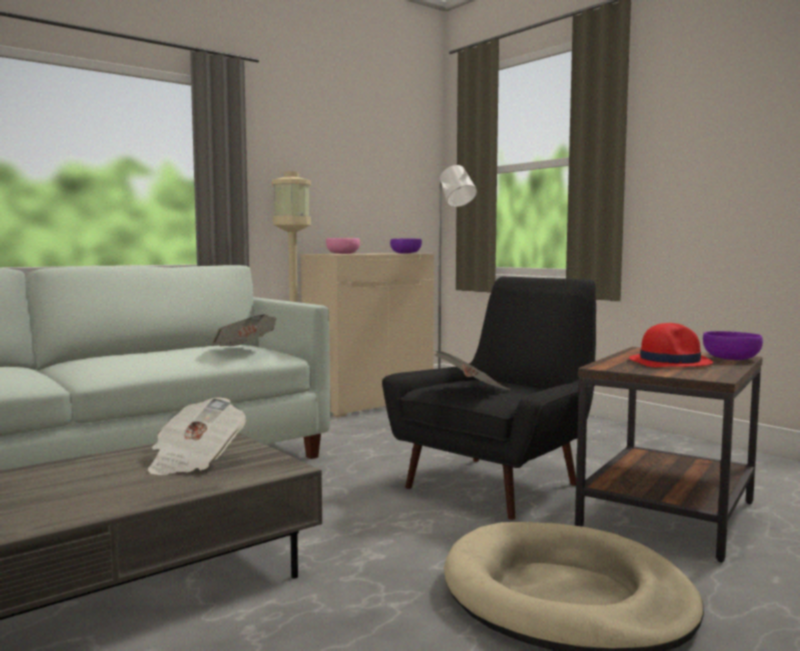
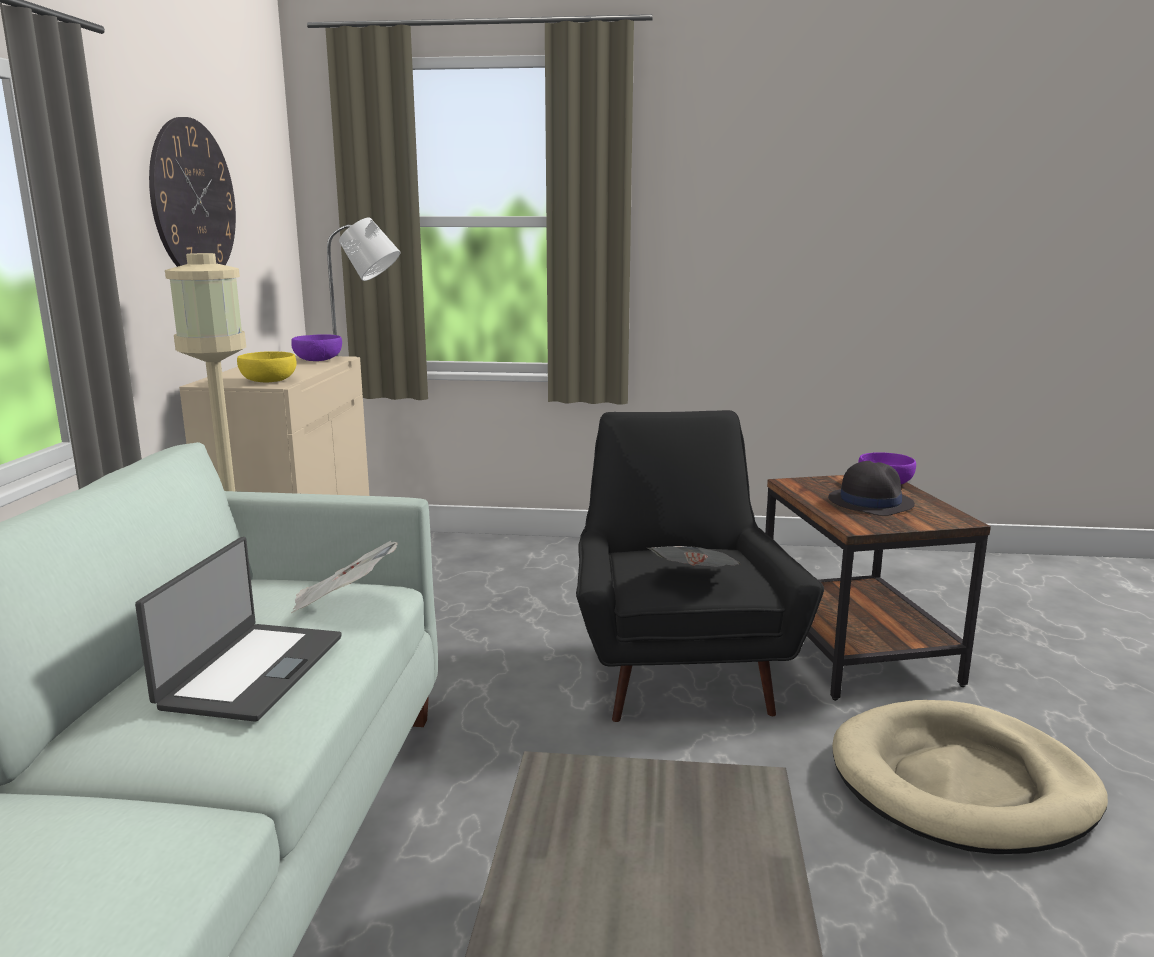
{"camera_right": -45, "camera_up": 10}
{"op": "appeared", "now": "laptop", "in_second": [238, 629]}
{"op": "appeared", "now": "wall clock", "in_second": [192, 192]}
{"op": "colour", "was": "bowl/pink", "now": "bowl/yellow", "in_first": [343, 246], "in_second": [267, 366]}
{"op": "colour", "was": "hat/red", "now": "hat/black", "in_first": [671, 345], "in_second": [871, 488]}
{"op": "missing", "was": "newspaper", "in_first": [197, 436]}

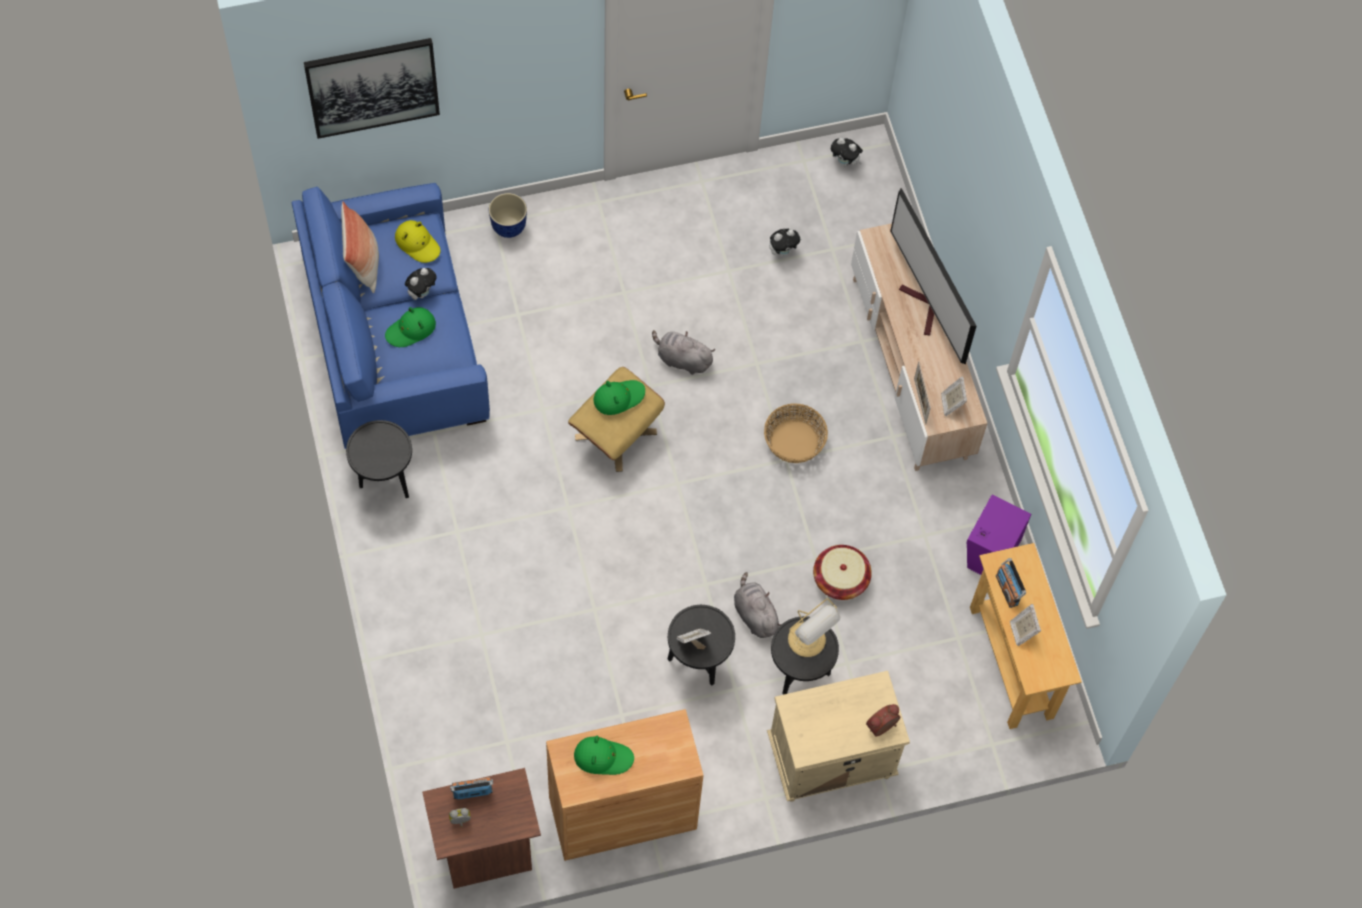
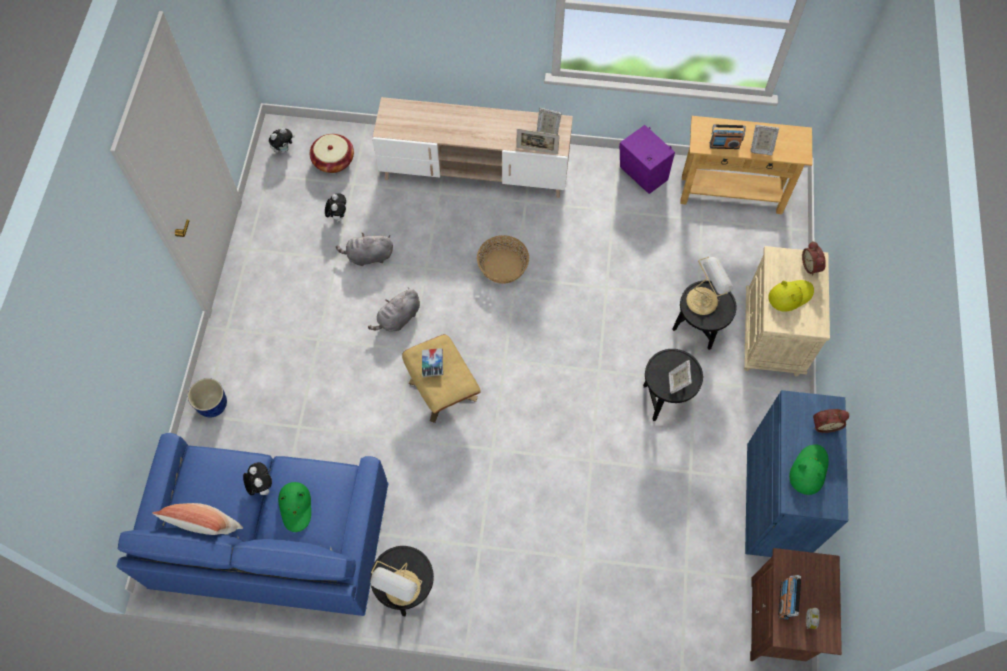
{"camera_right": -65, "camera_up": 0}
{"op": "relocated", "was": "basket", "in_first": [842, 572], "in_second": [332, 153]}
{"op": "relocated", "was": "plush toy/grey", "in_first": [758, 605], "in_second": [364, 249]}
{"op": "appeared", "now": "table lamp", "in_second": [396, 583]}
{"op": "exchanged", "was": "hat/green", "now": "book", "in_first": [619, 397], "in_second": [432, 362]}
{"op": "colour", "was": "cabinet/brown", "now": "cabinet/blue", "in_first": [625, 785], "in_second": [796, 473]}
{"op": "relocated", "was": "hat/yellow", "in_first": [417, 241], "in_second": [791, 296]}
{"op": "appeared", "now": "alarm clock", "in_second": [831, 421]}
{"op": "missing", "was": "picture", "in_first": [372, 88]}
{"op": "missing", "was": "television", "in_first": [933, 276]}

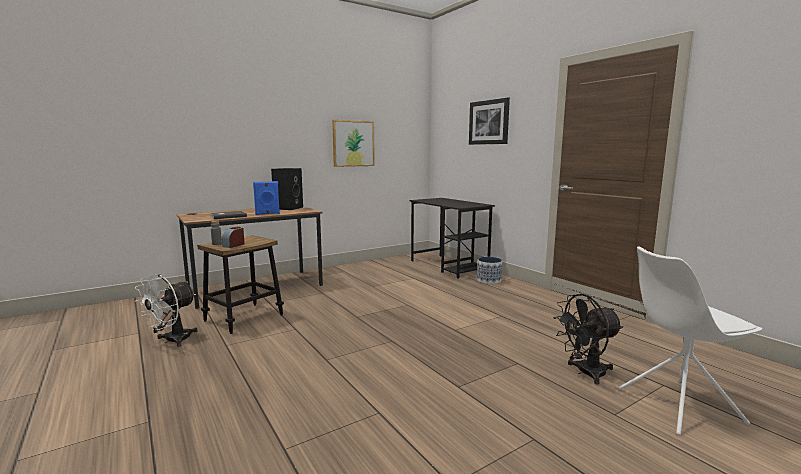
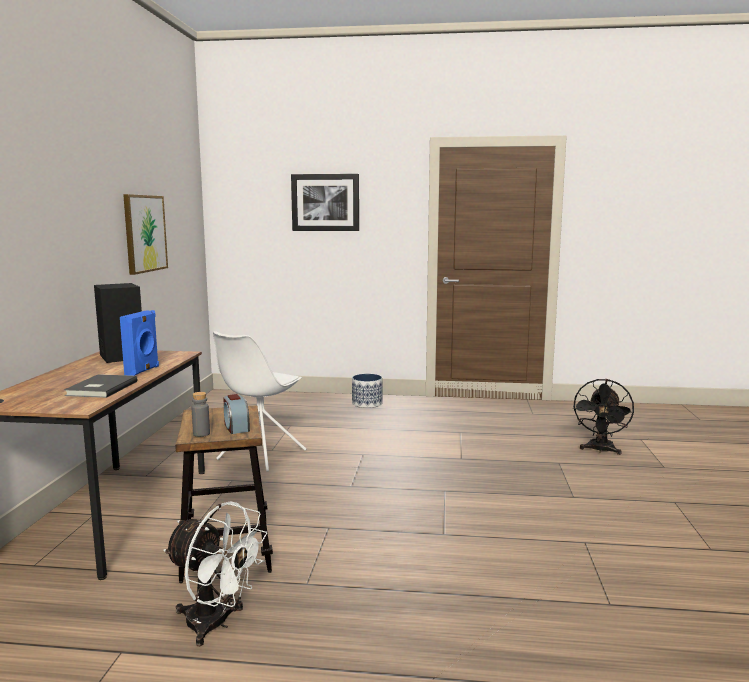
{"camera_right": -50, "camera_up": 0}
{"op": "spun", "was": "fan/white", "in_first": [166, 310], "in_second": [215, 573], "clockwise": -45}
{"op": "relocated", "was": "chair/white", "in_first": [690, 340], "in_second": [259, 401]}
{"op": "missing", "was": "desk/black", "in_first": [452, 238]}

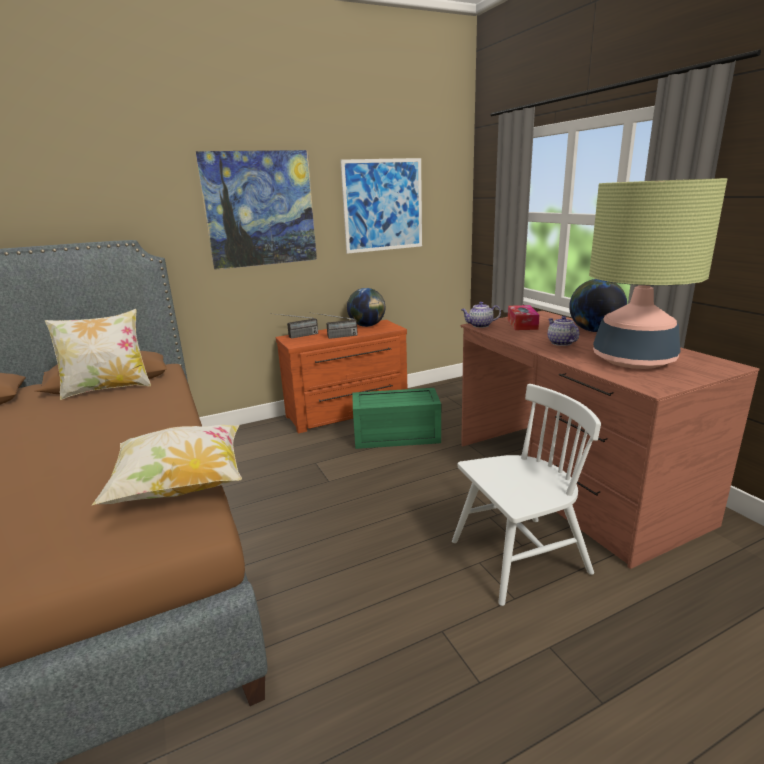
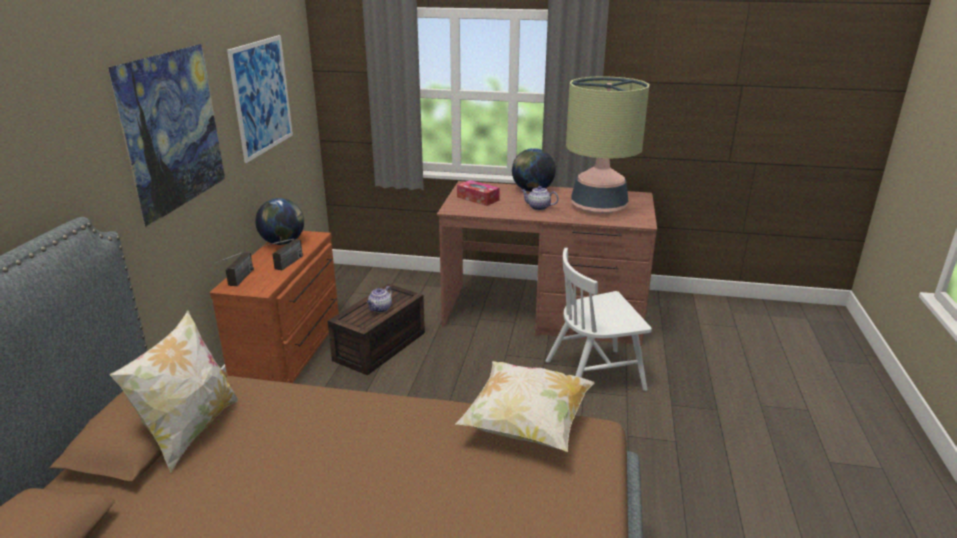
{"camera_right": -55, "camera_up": 5}
{"op": "colour", "was": "storage box/green", "now": "storage box/brown", "in_first": [396, 418], "in_second": [376, 329]}
{"op": "relocated", "was": "teapot", "in_first": [481, 315], "in_second": [379, 299]}
{"op": "spun", "was": "chair/white", "in_first": [526, 495], "in_second": [599, 319], "clockwise": -120}

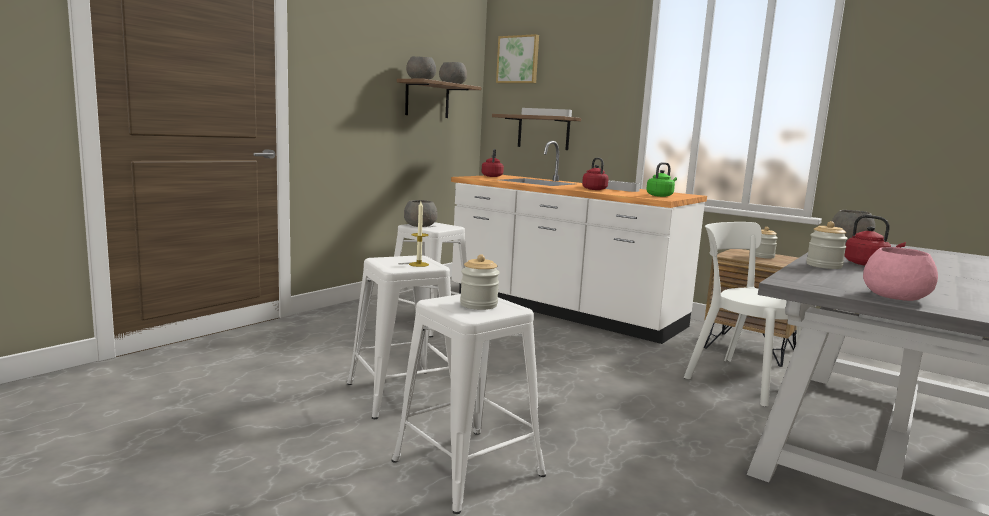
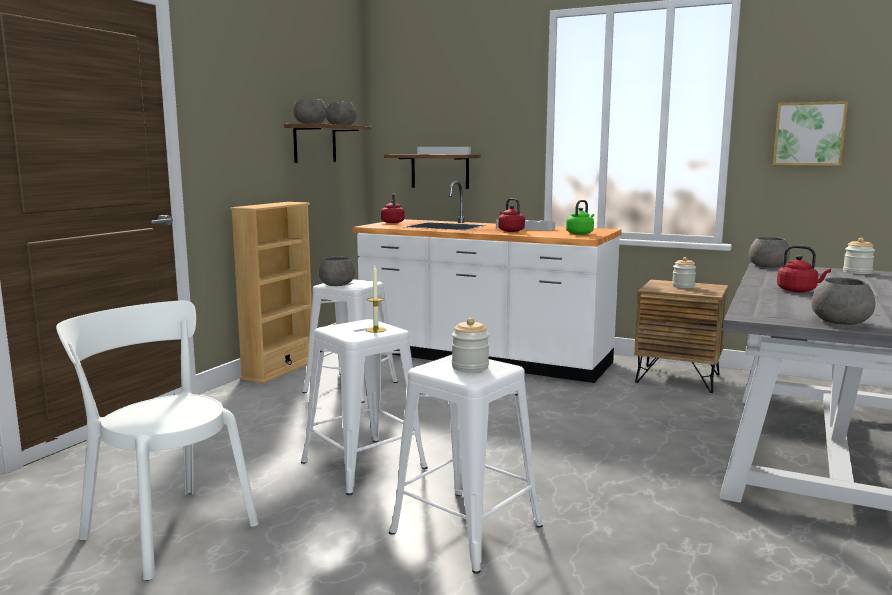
{"camera_right": -10, "camera_up": 0}
{"op": "relocated", "was": "chair/white", "in_first": [743, 314], "in_second": [157, 440]}
{"op": "appeared", "now": "bookcase/beige", "in_second": [271, 293]}
{"op": "relocated", "was": "picture", "in_first": [517, 58], "in_second": [810, 133]}
{"op": "colour", "was": "bowl/pink", "now": "bowl/grey", "in_first": [900, 274], "in_second": [843, 301]}
{"op": "relocated", "was": "jar", "in_first": [827, 245], "in_second": [859, 256]}

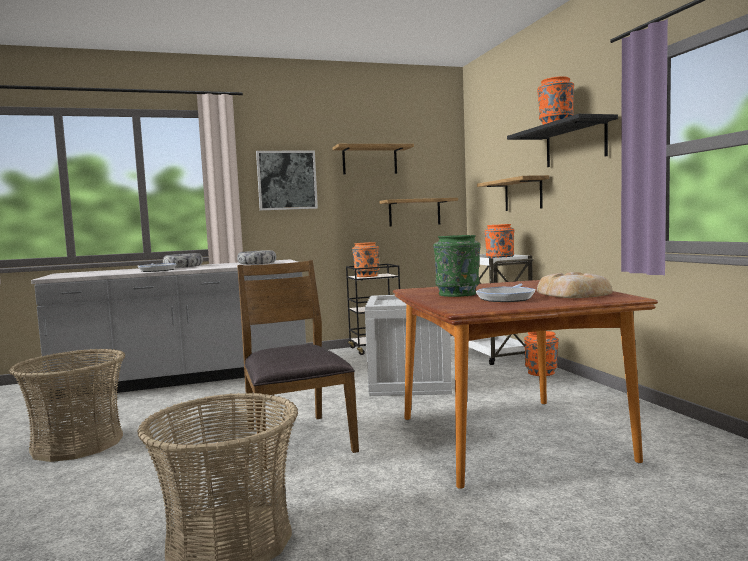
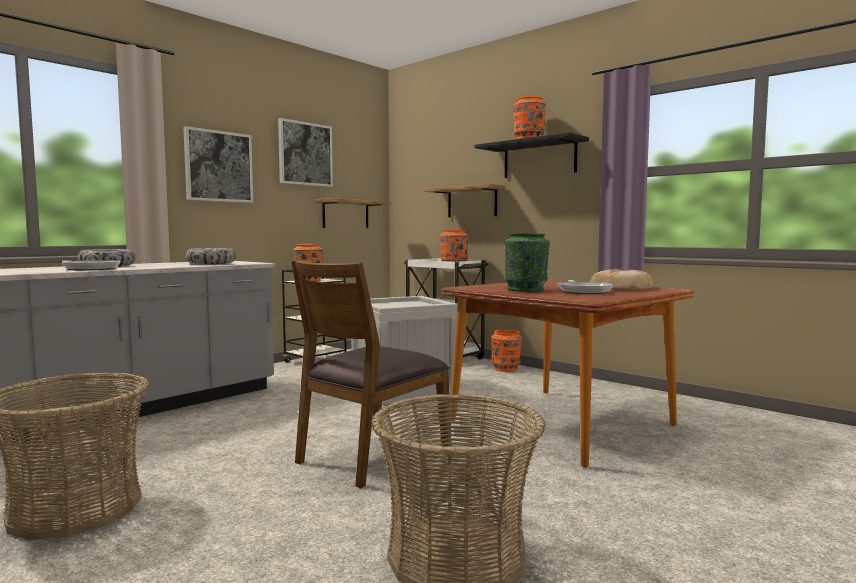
{"camera_right": -30, "camera_up": 0}
{"op": "exchanged", "was": "shelf", "now": "picture", "in_first": [373, 159], "in_second": [305, 152]}
{"op": "spun", "was": "chair/brown", "in_first": [298, 365], "in_second": [370, 373], "clockwise": -90}

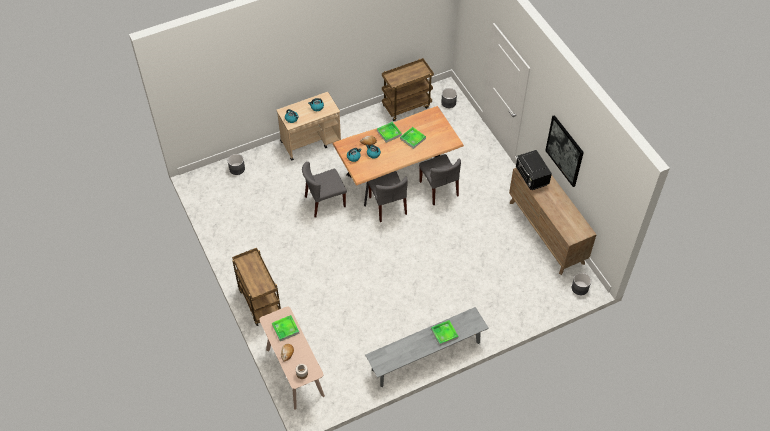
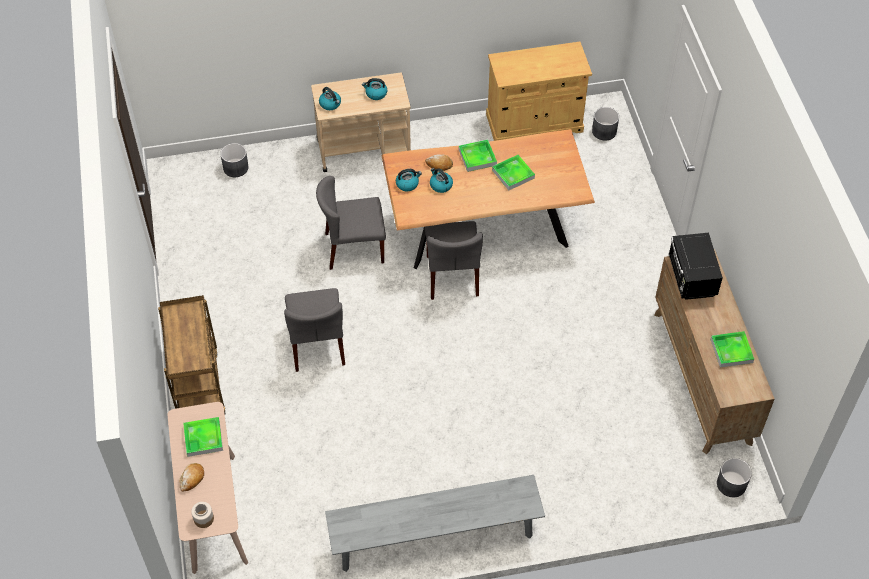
{"camera_right": 15, "camera_up": 0}
{"op": "relocated", "was": "chair/grey", "in_first": [440, 180], "in_second": [314, 330]}
{"op": "exchanged", "was": "cart/brown", "now": "cabinet/beige", "in_first": [408, 89], "in_second": [539, 91]}
{"op": "relocated", "was": "tray", "in_first": [445, 333], "in_second": [732, 349]}
{"op": "missing", "was": "picture", "in_first": [564, 151]}

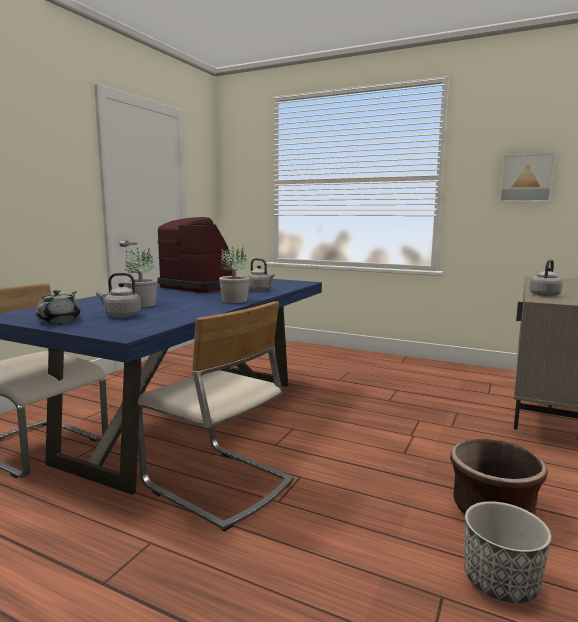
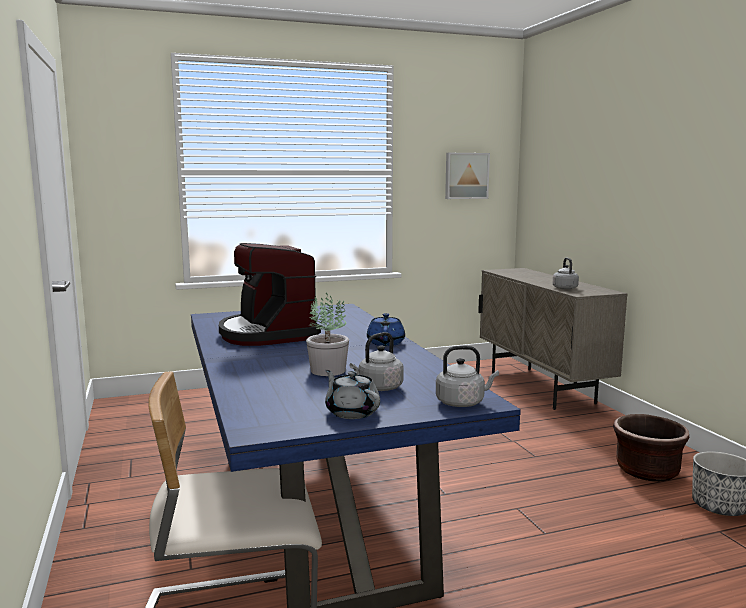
{"camera_right": -45, "camera_up": 0}
{"op": "spun", "was": "coffee machine", "in_first": [195, 255], "in_second": [270, 294], "clockwise": -105}
{"op": "exchanged", "was": "potted plant", "now": "teapot/blue", "in_first": [234, 274], "in_second": [386, 329]}
{"op": "relocated", "was": "kettle/grey", "in_first": [261, 274], "in_second": [467, 376]}
{"op": "missing", "was": "chair/beige", "in_first": [215, 416]}

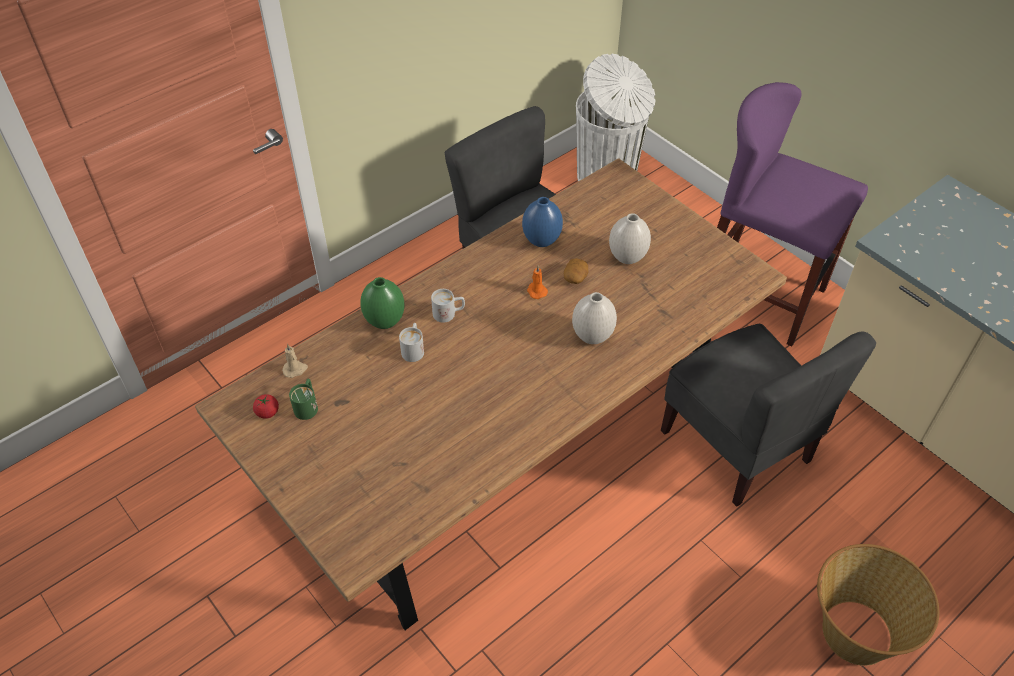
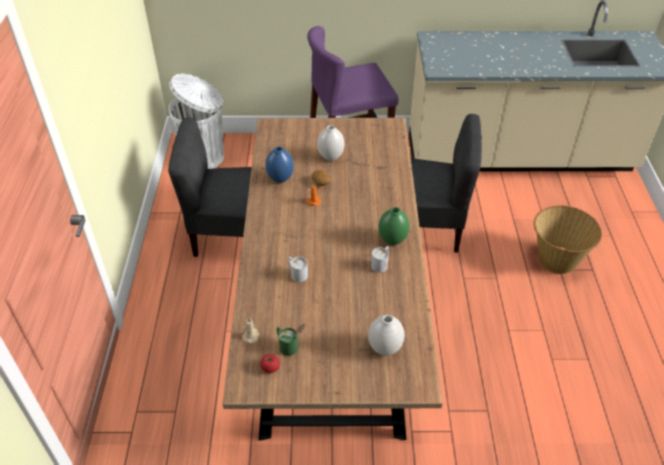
{"camera_right": -50, "camera_up": -5}
{"op": "relocated", "was": "vase/white", "in_first": [594, 318], "in_second": [386, 335]}
{"op": "relocated", "was": "mug/white", "in_first": [448, 306], "in_second": [380, 259]}
{"op": "relocated", "was": "vase/green", "in_first": [382, 303], "in_second": [394, 226]}

